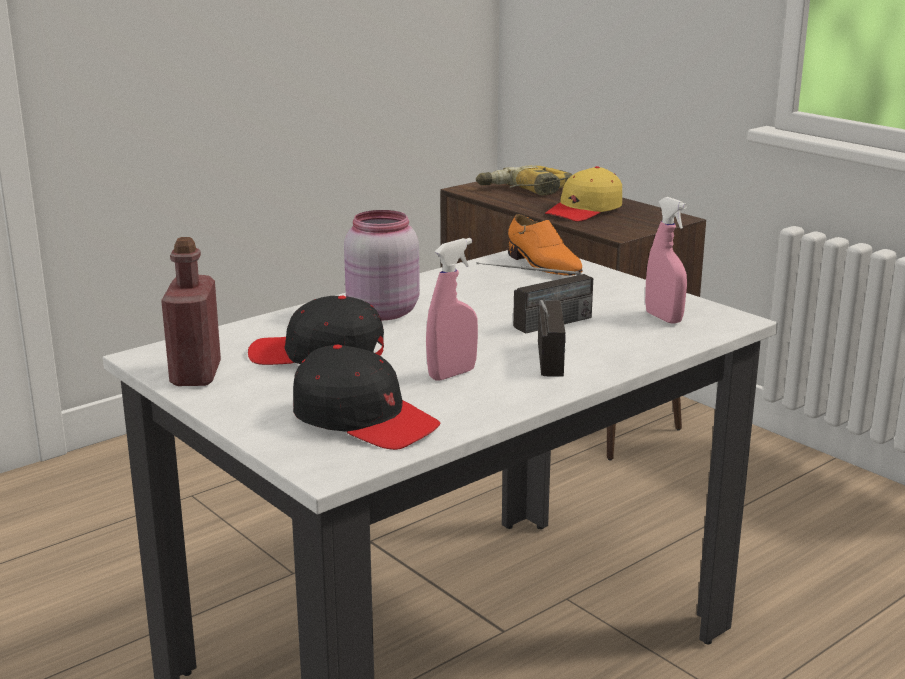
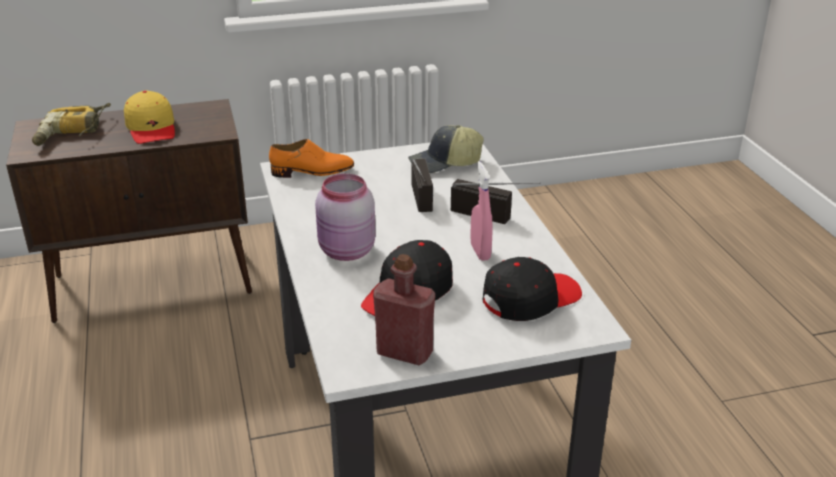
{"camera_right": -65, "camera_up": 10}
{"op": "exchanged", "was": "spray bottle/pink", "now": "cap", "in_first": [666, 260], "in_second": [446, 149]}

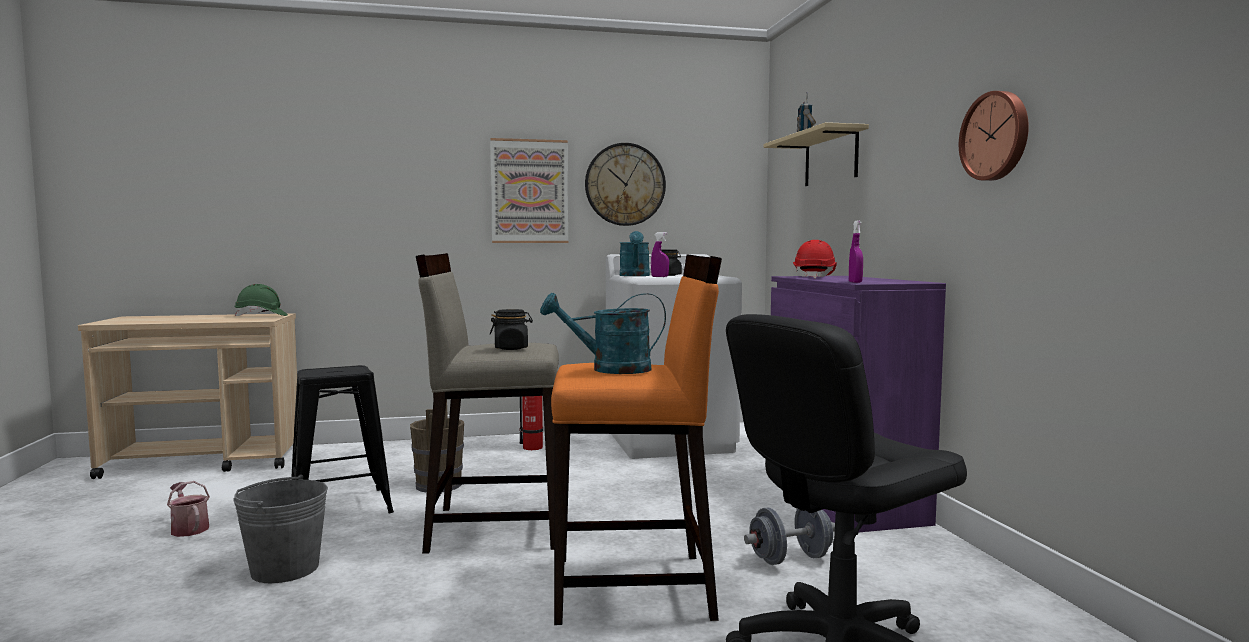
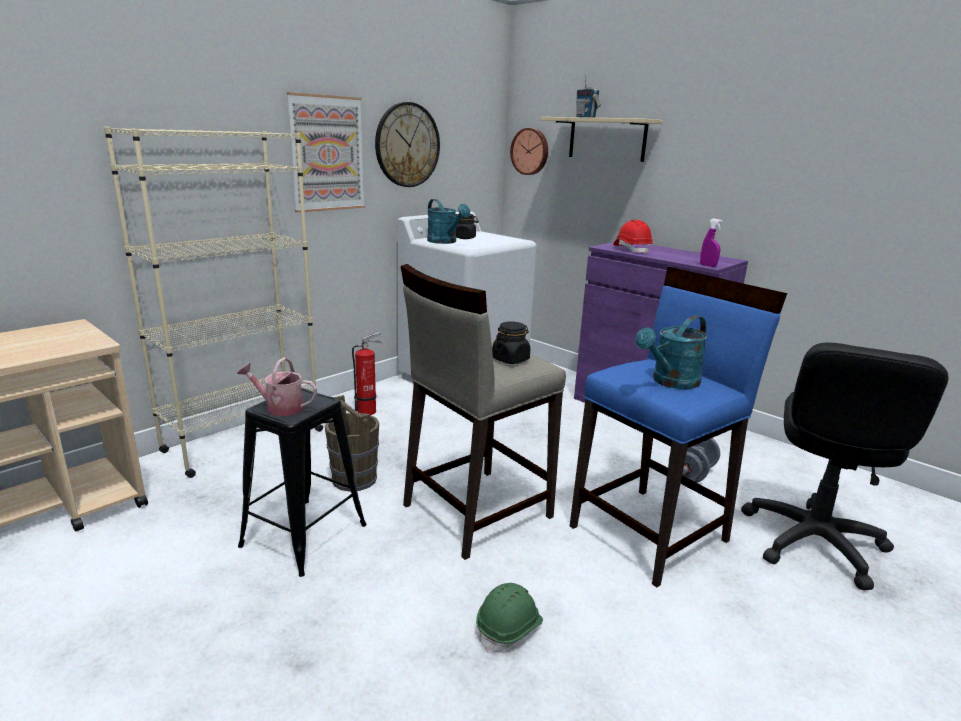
{"camera_right": -35, "camera_up": 15}
{"op": "appeared", "now": "bookcase/beige", "in_second": [213, 302]}
{"op": "relocated", "was": "watering can", "in_first": [188, 509], "in_second": [277, 386]}
{"op": "relocated", "was": "hard hat/green", "in_first": [261, 300], "in_second": [509, 617]}
{"op": "relocated", "was": "wall clock", "in_first": [994, 136], "in_second": [529, 151]}
{"op": "colour", "was": "stool/orange", "now": "stool/blue", "in_first": [636, 439], "in_second": [678, 427]}
{"op": "missing", "was": "bucket/grey", "in_first": [280, 529]}
{"op": "missing", "was": "spray bottle/purple", "in_first": [660, 254]}

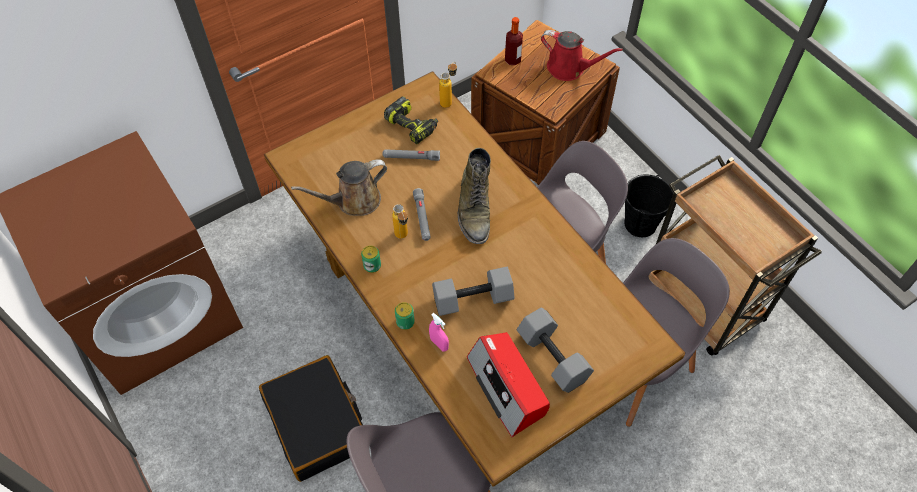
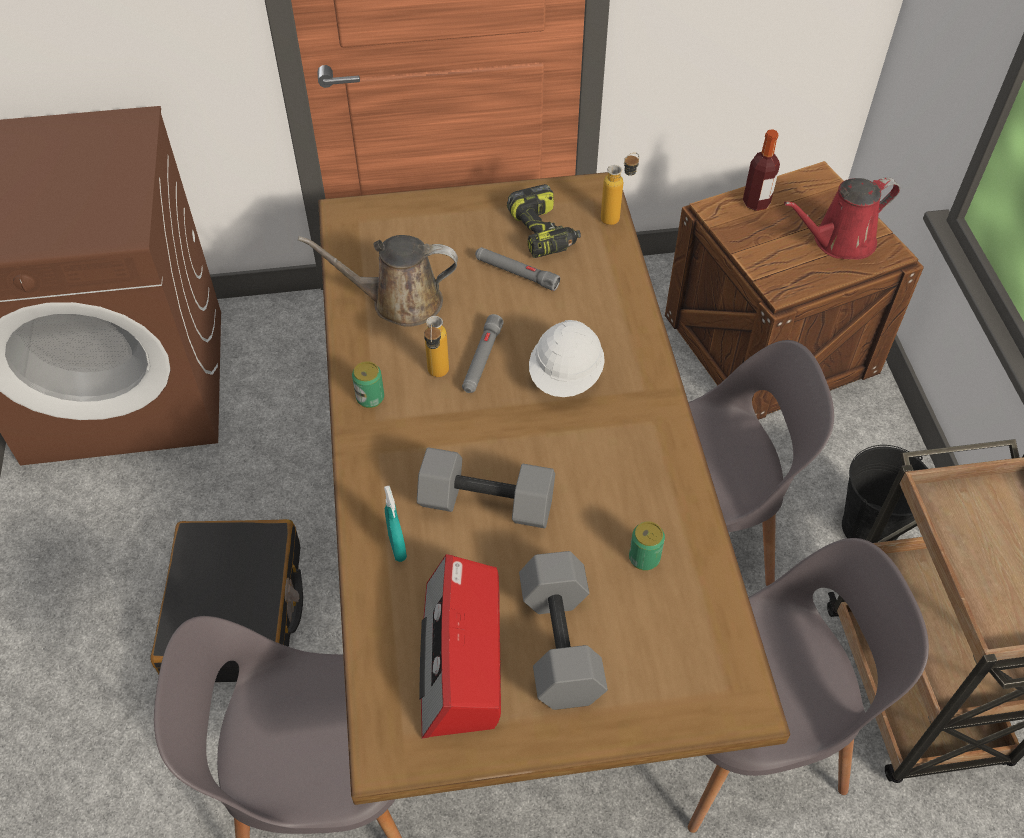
{"camera_right": 25, "camera_up": -5}
{"op": "colour", "was": "spray bottle/pink", "now": "spray bottle/turquoise", "in_first": [439, 332], "in_second": [395, 524]}
{"op": "exchanged", "was": "boot/green", "now": "hard hat/white", "in_first": [474, 196], "in_second": [567, 358]}
{"op": "relocated", "was": "can", "in_first": [405, 316], "in_second": [647, 546]}
{"op": "spun", "was": "watering can/red", "in_first": [582, 55], "in_second": [842, 218], "clockwise": 105}

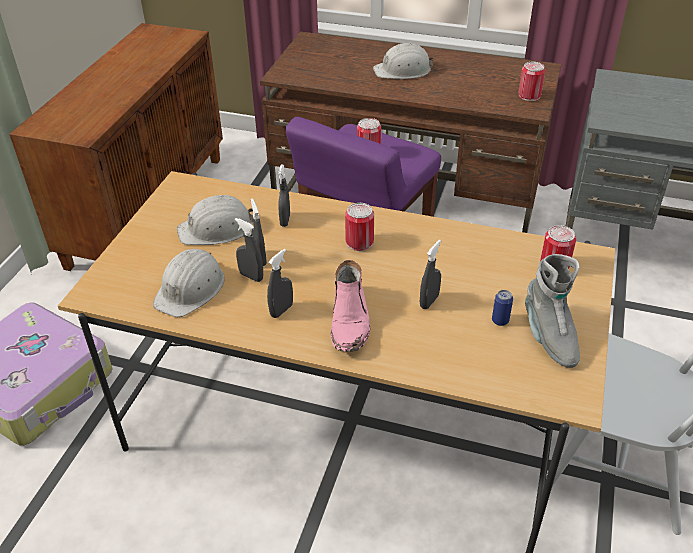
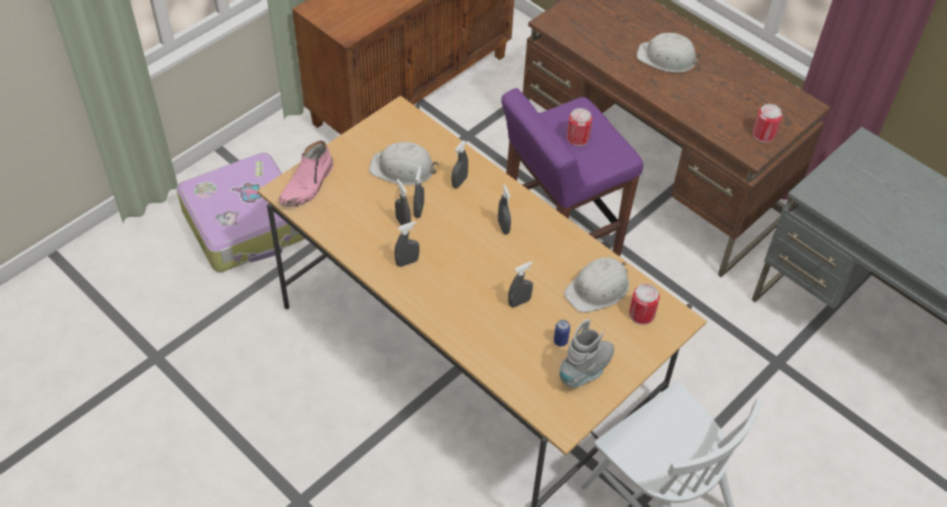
{"camera_right": 25, "camera_up": 10}
{"op": "relocated", "was": "boot/pink", "in_first": [350, 306], "in_second": [306, 173]}
{"op": "exchanged", "was": "can", "now": "spray bottle/grey", "in_first": [359, 227], "in_second": [504, 209]}
{"op": "spun", "was": "boot/grey", "in_first": [552, 311], "in_second": [586, 353], "clockwise": -150}
{"op": "relocated", "was": "hard hat/white", "in_first": [189, 283], "in_second": [596, 285]}

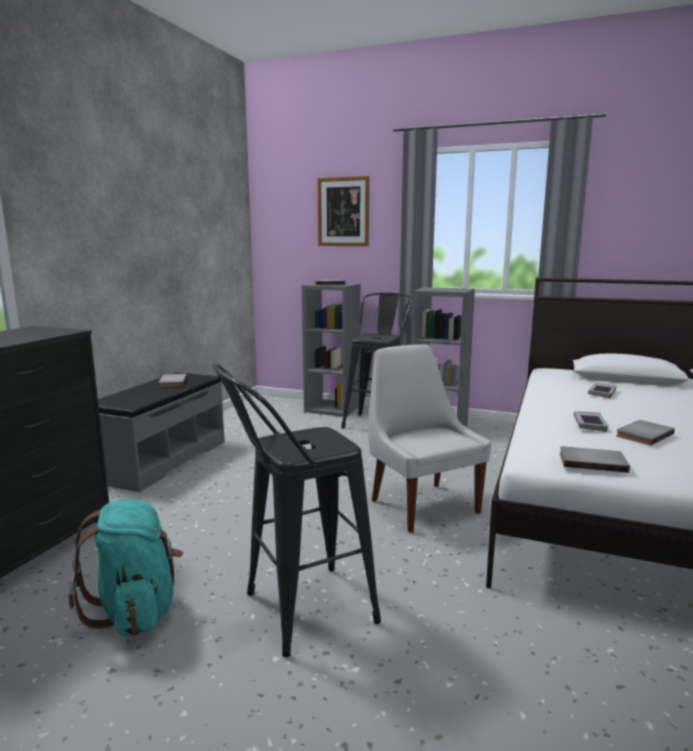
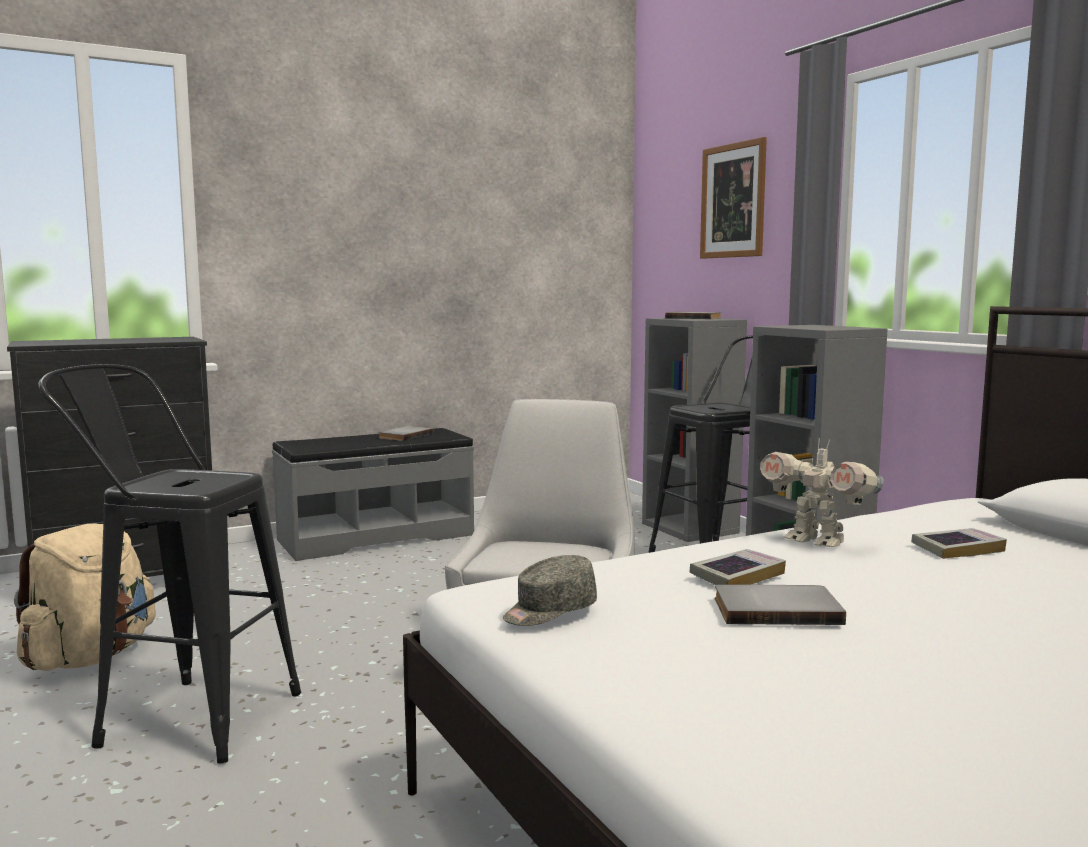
{"camera_right": 40, "camera_up": -5}
{"op": "colour", "was": "backpack/turquoise", "now": "backpack/beige", "in_first": [126, 567], "in_second": [85, 597]}
{"op": "exchanged", "was": "book/grey", "now": "cap/grey", "in_first": [595, 459], "in_second": [550, 590]}
{"op": "appeared", "now": "toy robot", "in_second": [822, 492]}

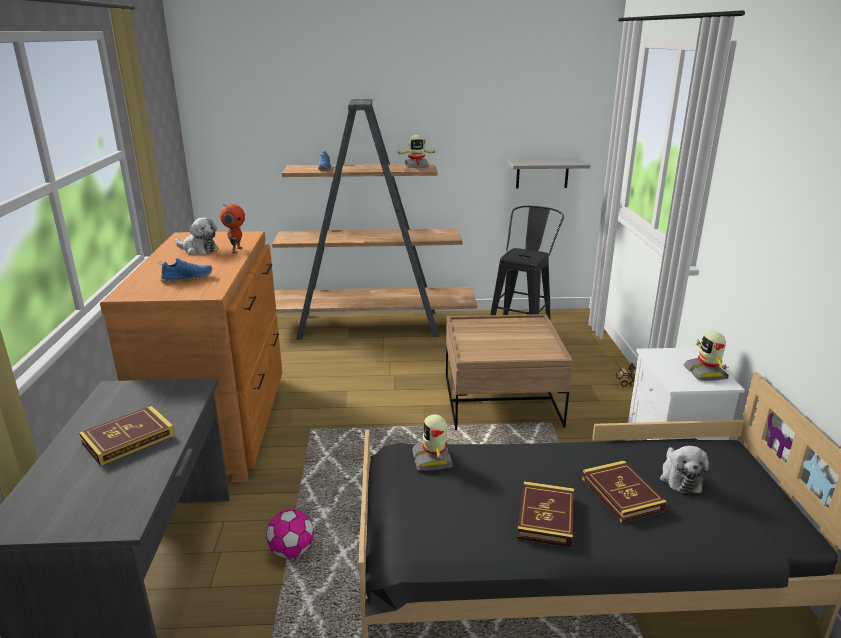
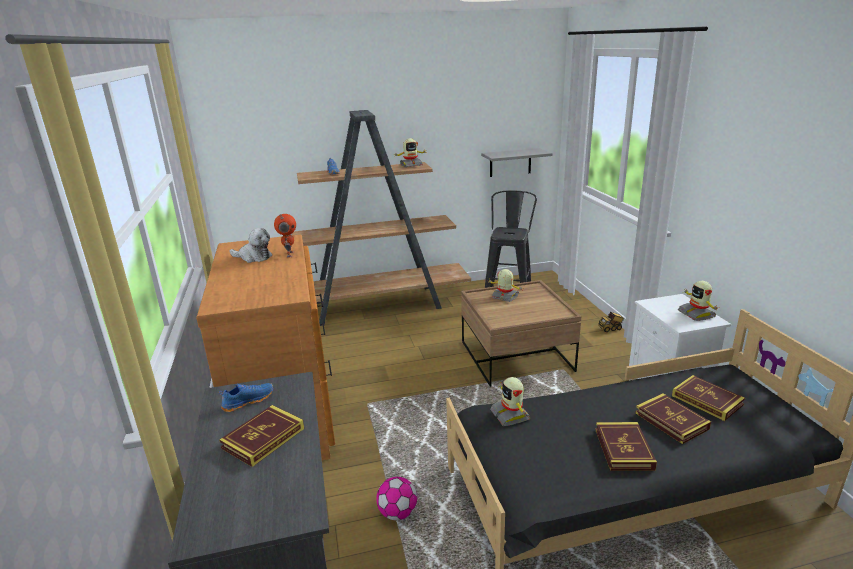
{"camera_right": -10, "camera_up": 0}
{"op": "relocated", "was": "shoe/blue", "in_first": [185, 270], "in_second": [246, 397]}
{"op": "appeared", "now": "toy robot", "in_second": [506, 285]}
{"op": "exchanged", "was": "plush toy", "now": "book", "in_first": [685, 469], "in_second": [708, 398]}

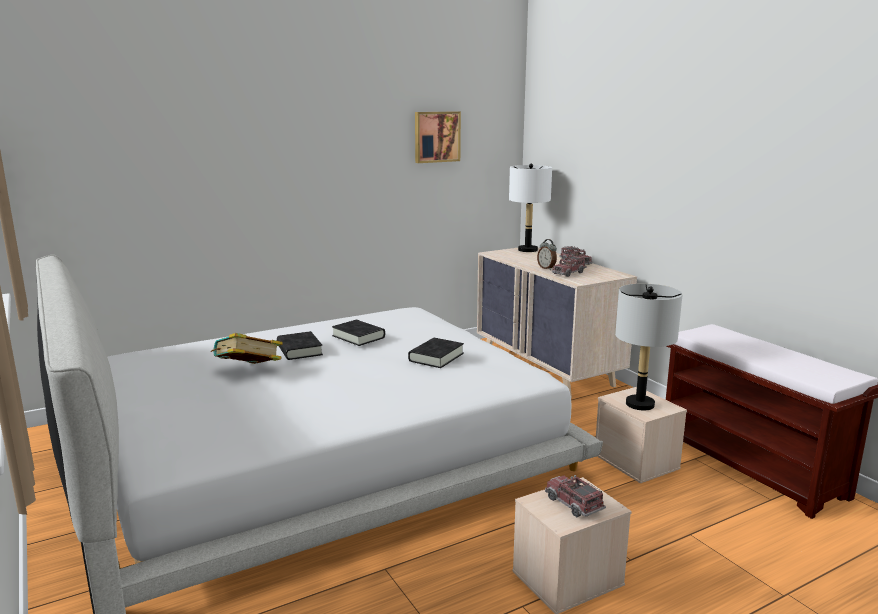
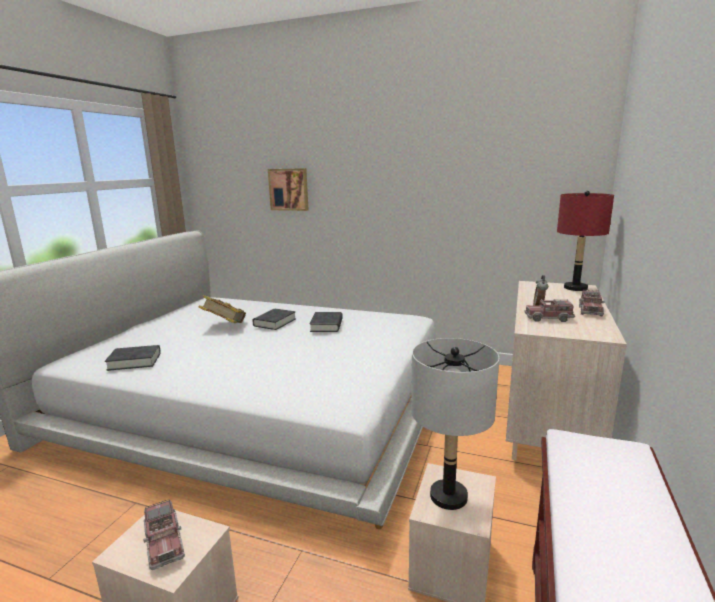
{"camera_right": 50, "camera_up": 0}
{"op": "relocated", "was": "book/black", "in_first": [436, 353], "in_second": [133, 358]}
{"op": "spun", "was": "toy truck", "in_first": [575, 496], "in_second": [164, 534], "clockwise": 135}
{"op": "relocated", "was": "picture", "in_first": [438, 137], "in_second": [288, 189]}
{"op": "colour", "was": "table lamp/white", "now": "table lamp/red", "in_first": [530, 208], "in_second": [585, 241]}

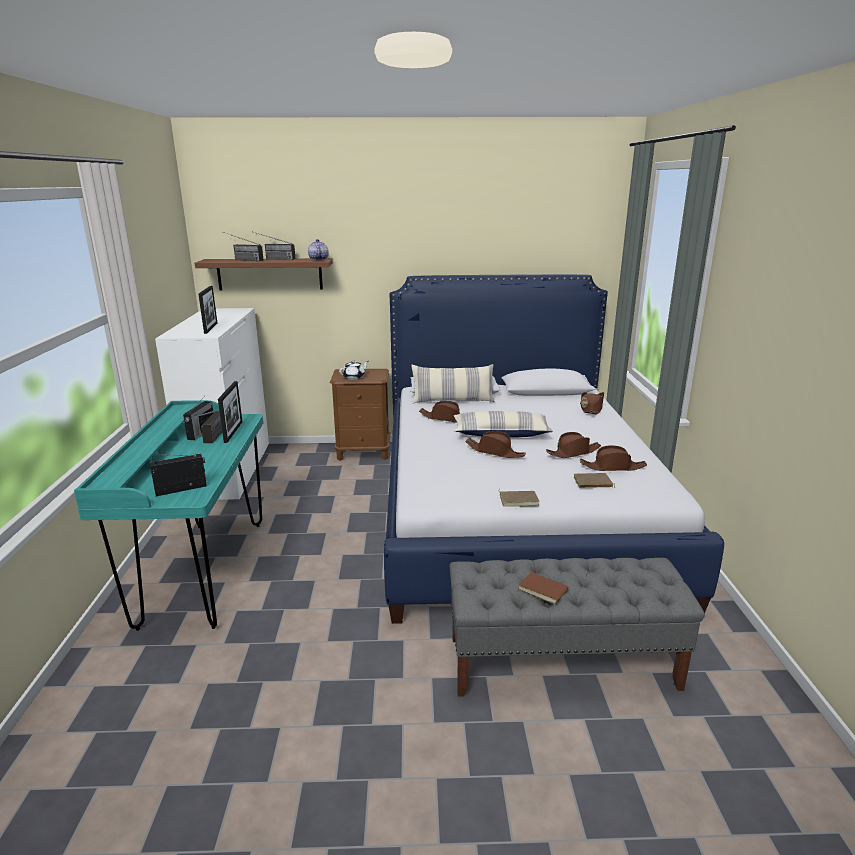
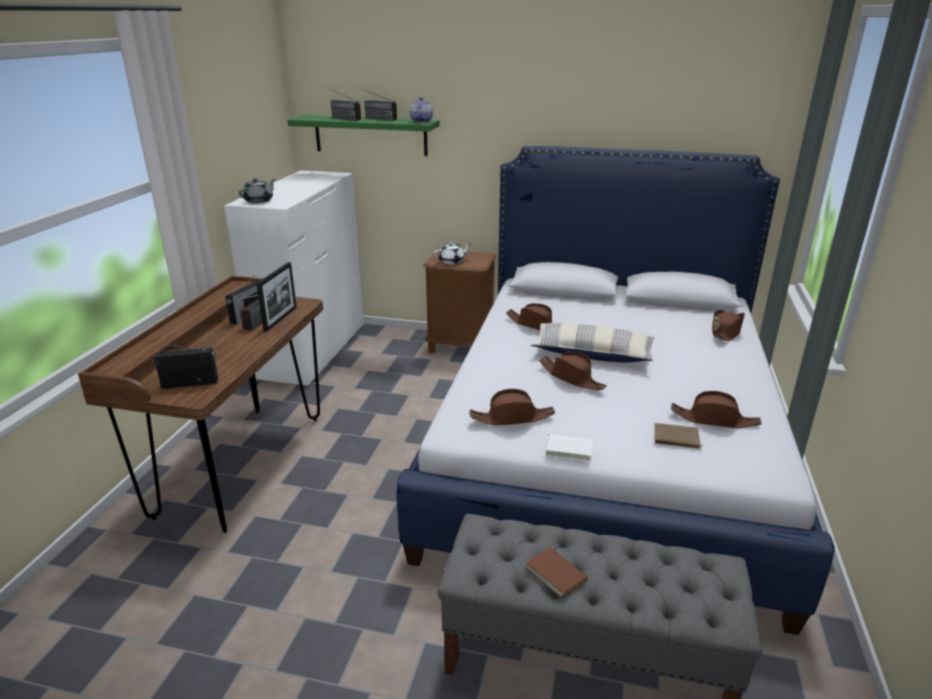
{"camera_right": 15, "camera_up": 5}
{"op": "colour", "was": "desk/turquoise", "now": "desk/brown", "in_first": [168, 515], "in_second": [200, 404]}
{"op": "appeared", "now": "teapot/grey", "in_second": [256, 191]}
{"op": "colour", "was": "shelf/brown", "now": "shelf/green", "in_first": [264, 274], "in_second": [363, 135]}
{"op": "relocated", "was": "hat/brown", "in_first": [573, 445], "in_second": [512, 407]}
{"op": "colour", "was": "book/brown", "now": "book/white", "in_first": [519, 497], "in_second": [569, 445]}
{"op": "missing", "was": "picture frame", "in_first": [207, 310]}
{"op": "missing", "was": "pillow", "in_first": [453, 384]}

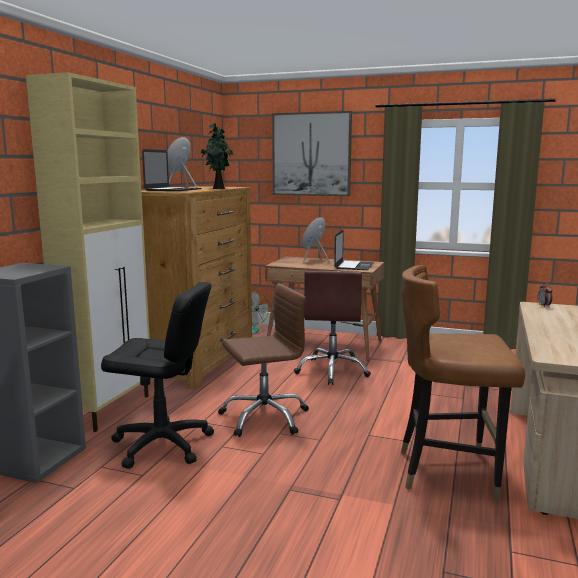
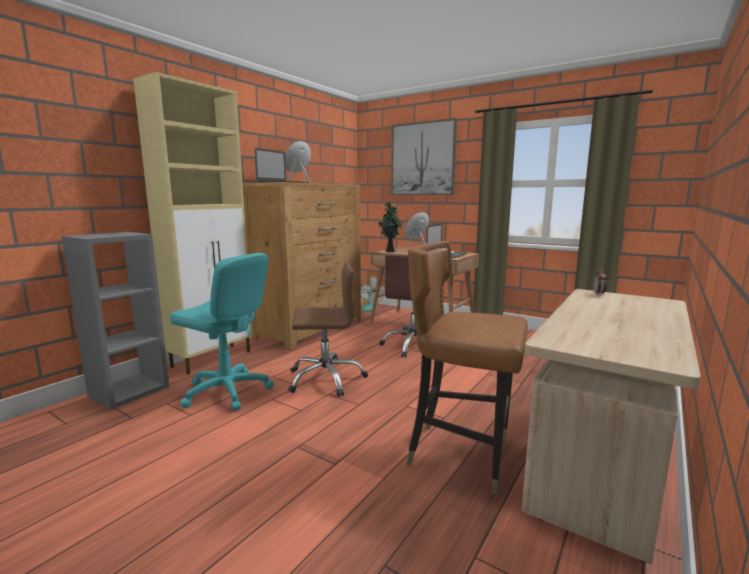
{"camera_right": 15, "camera_up": 0}
{"op": "colour", "was": "office chair/black", "now": "office chair/turquoise", "in_first": [157, 375], "in_second": [222, 332]}
{"op": "relocated", "was": "potted plant", "in_first": [217, 156], "in_second": [390, 227]}

